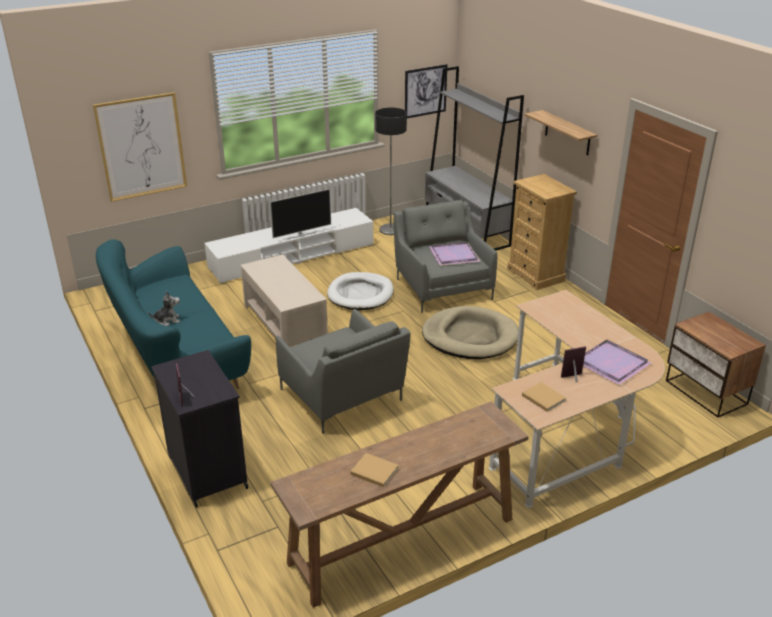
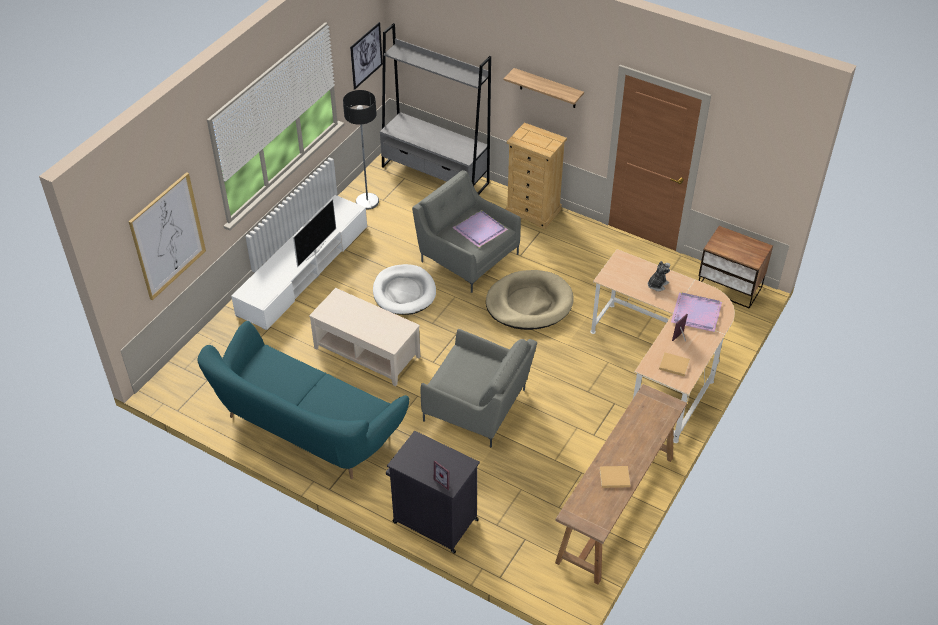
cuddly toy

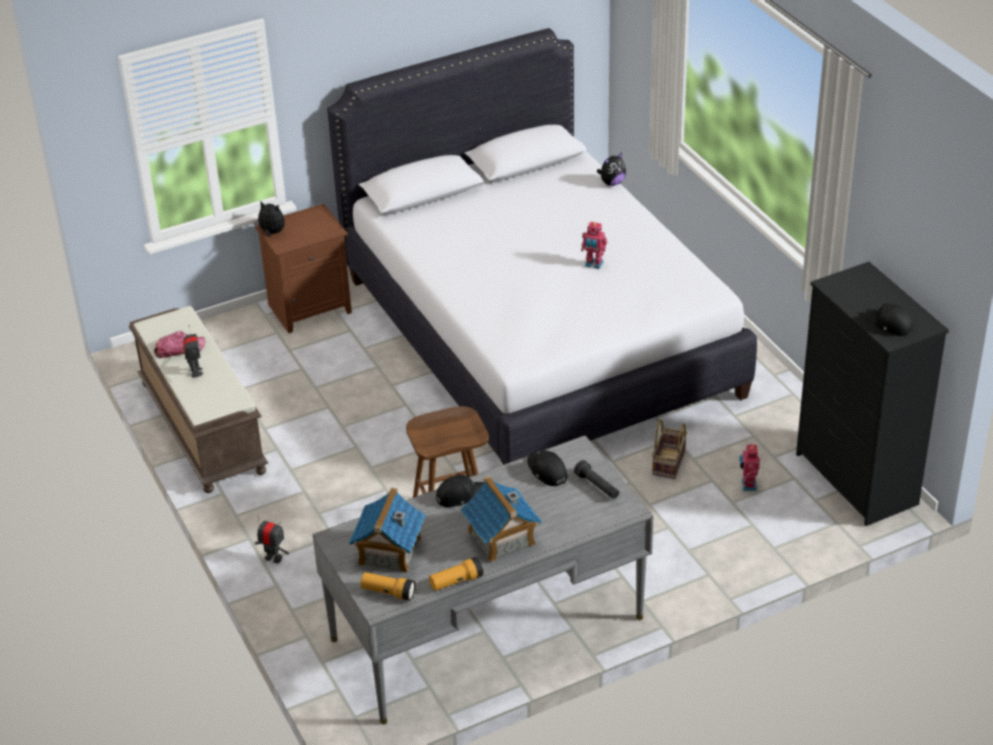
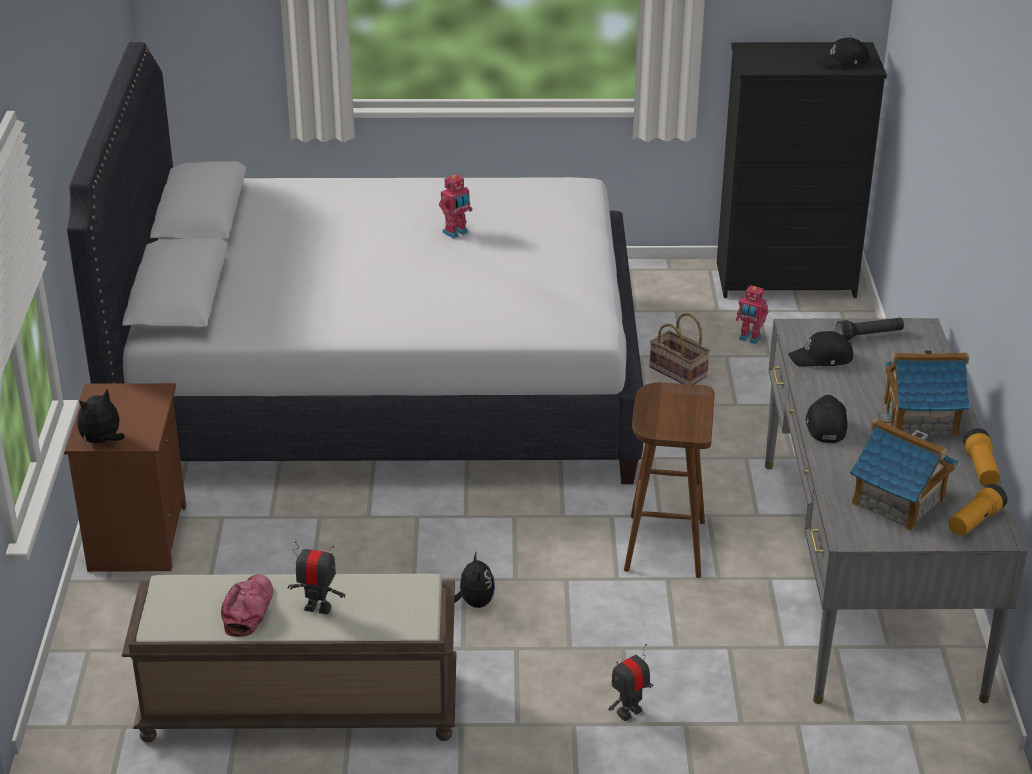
cuddly toy (no. 2 from left)

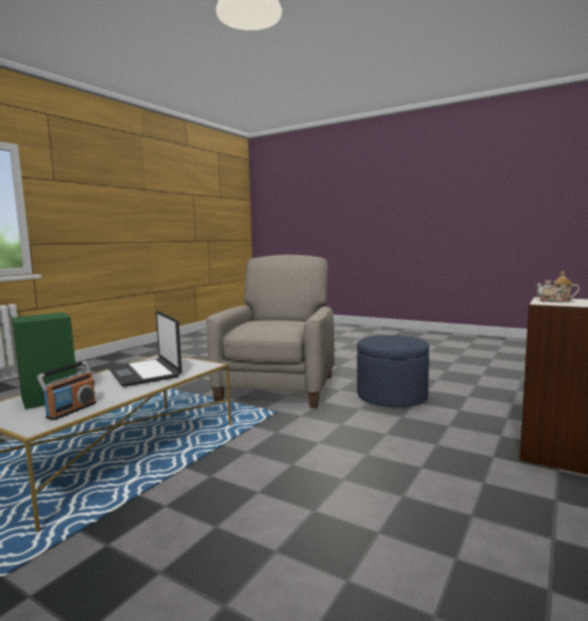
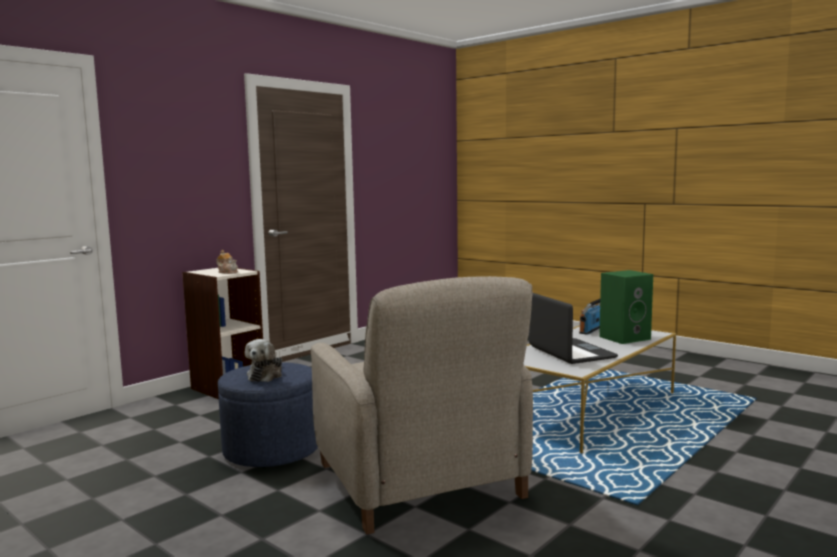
cuddly toy
sand-coloured easy chair

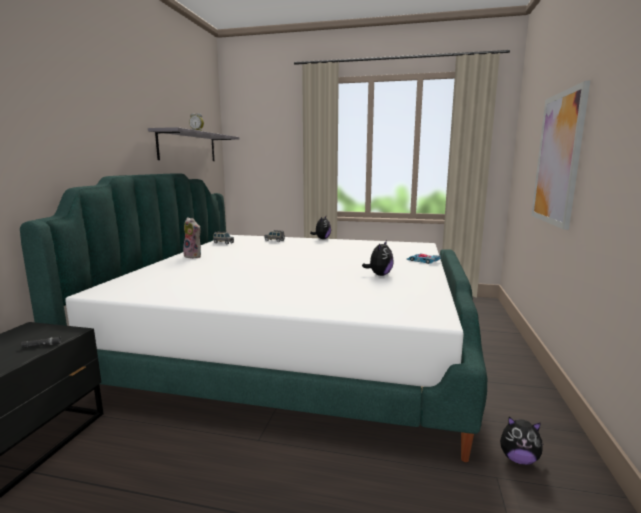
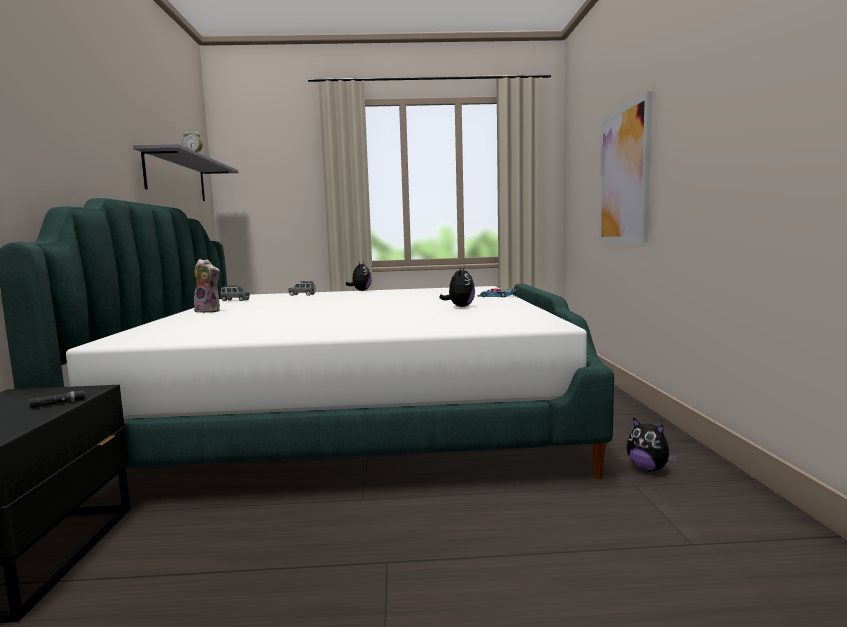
cuddly toy (no. 4 from left)

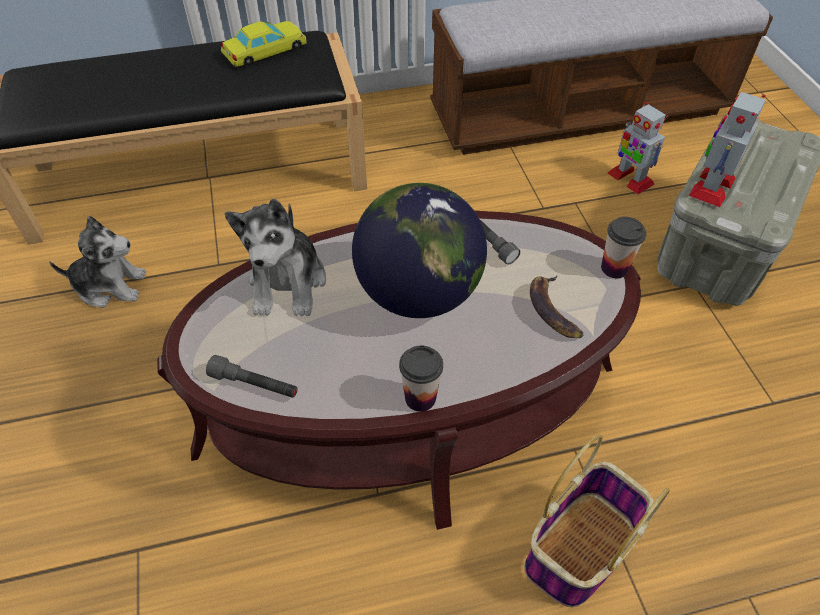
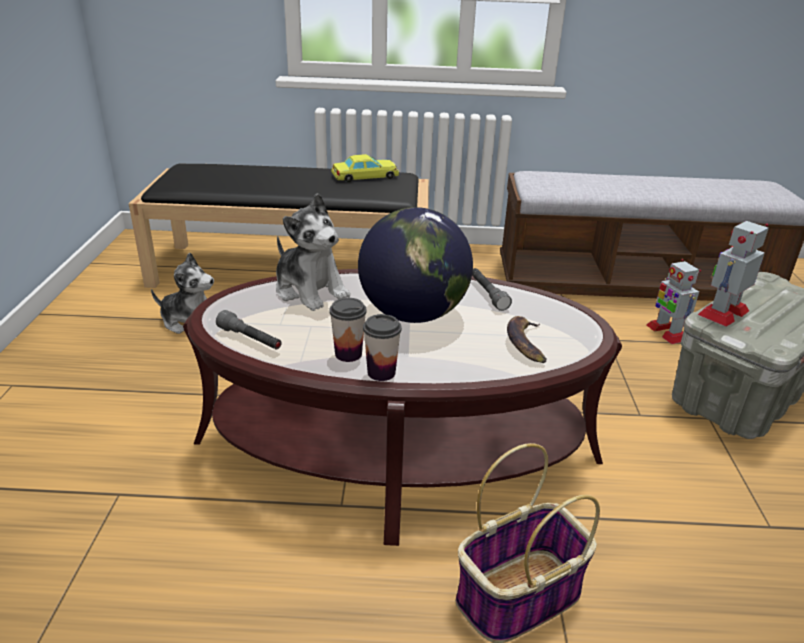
small cup (no. 1 from left)
cuddly toy (no. 2 from left)

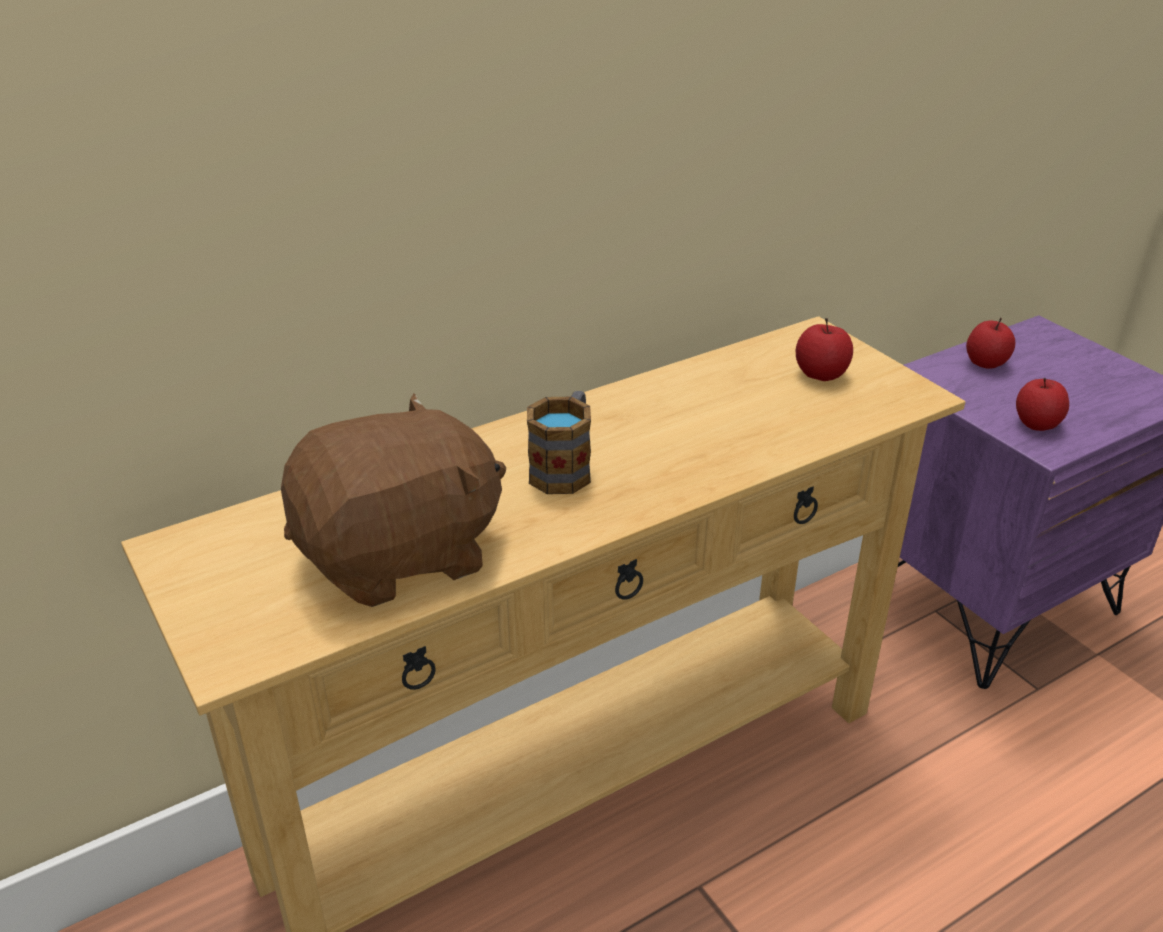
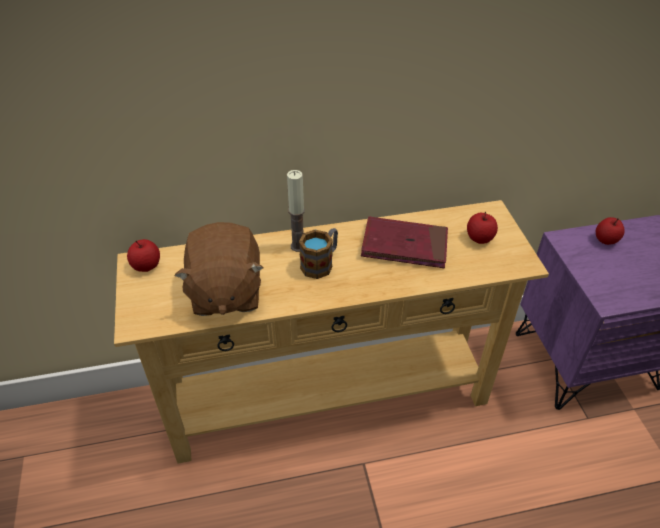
wax light
red volume
whole apple (no. 1 from left)
brown cuddly toy

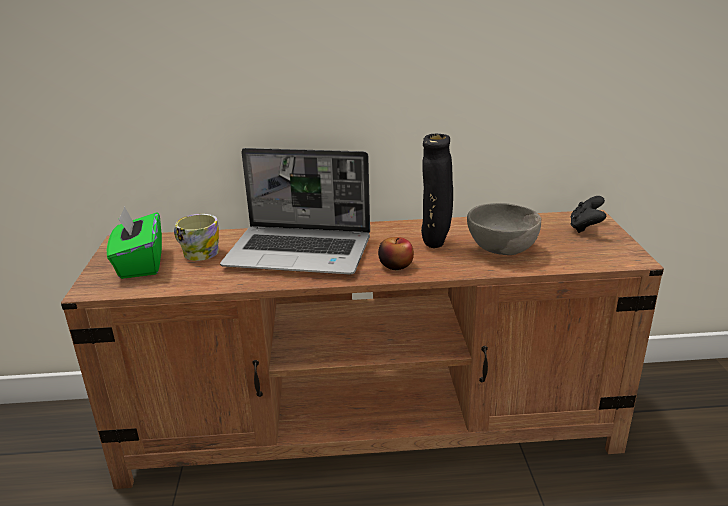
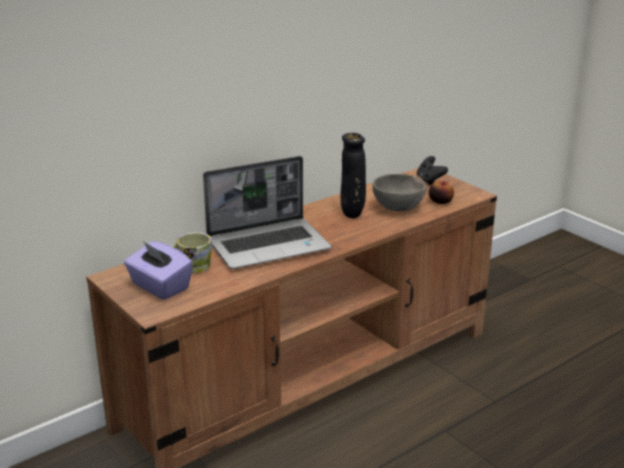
whole apple
purple tissue holder

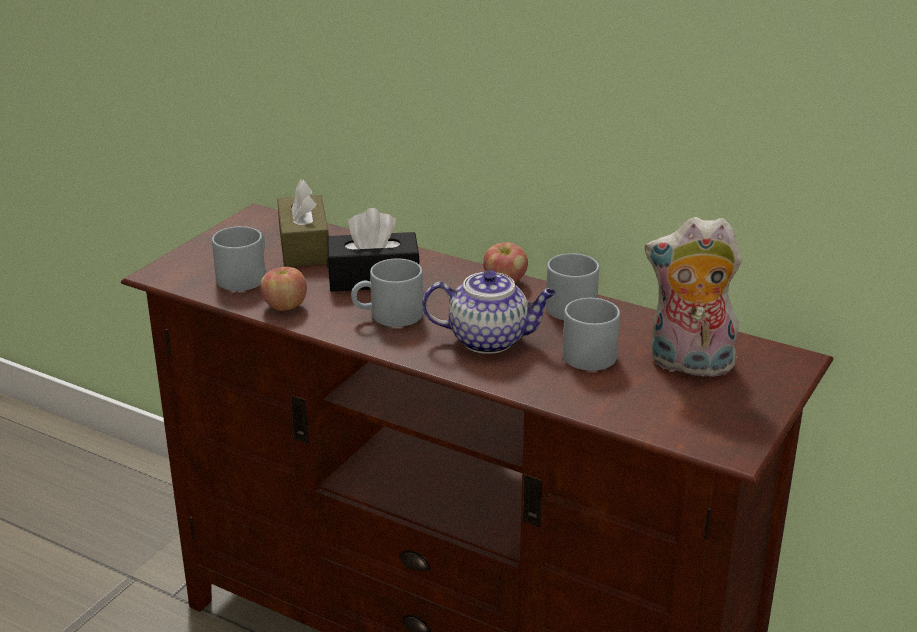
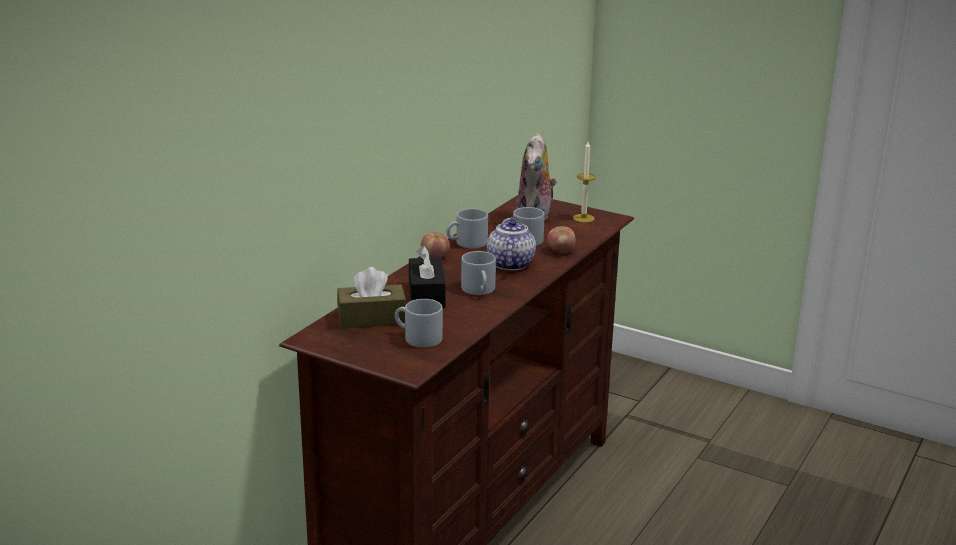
wax light
whole apple (no. 2 from left)

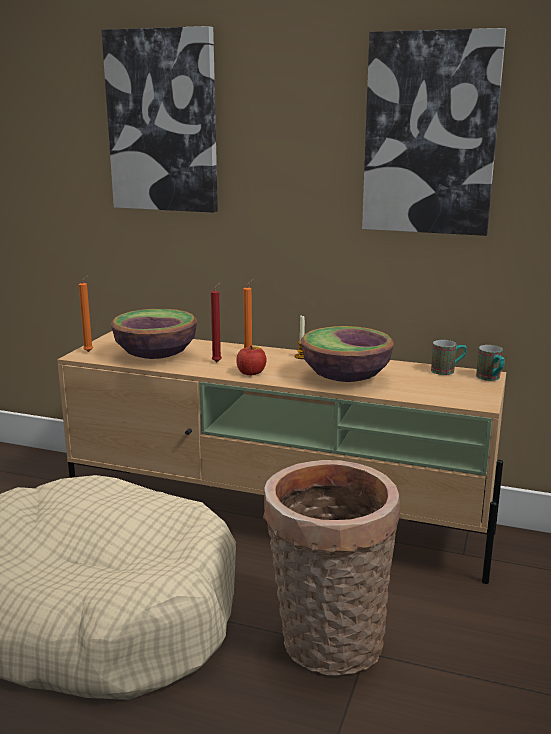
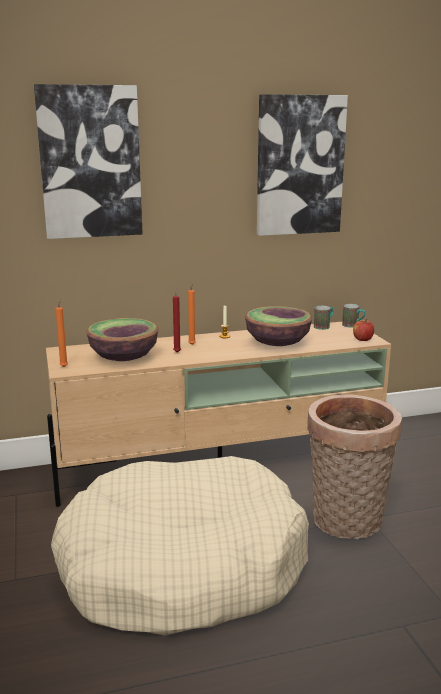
whole apple

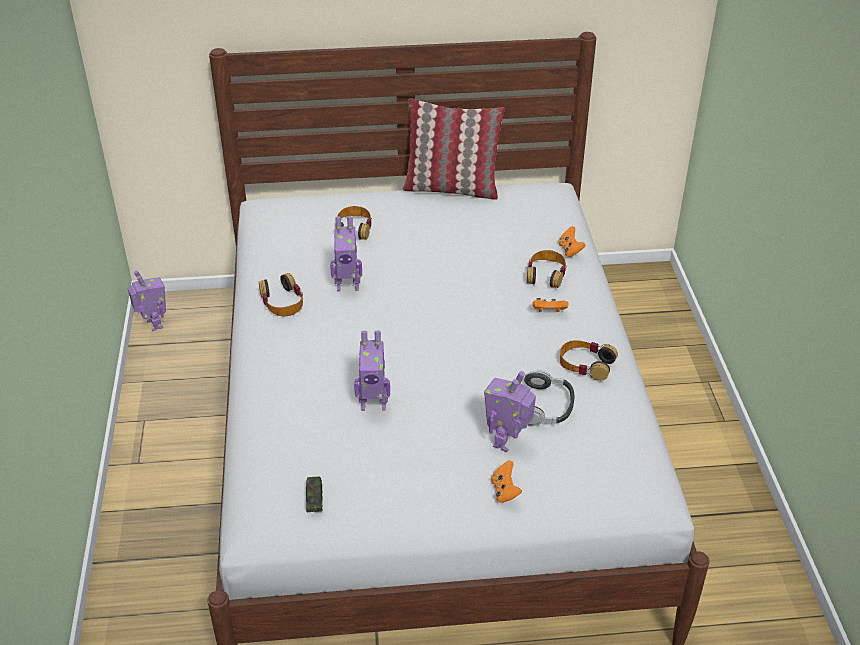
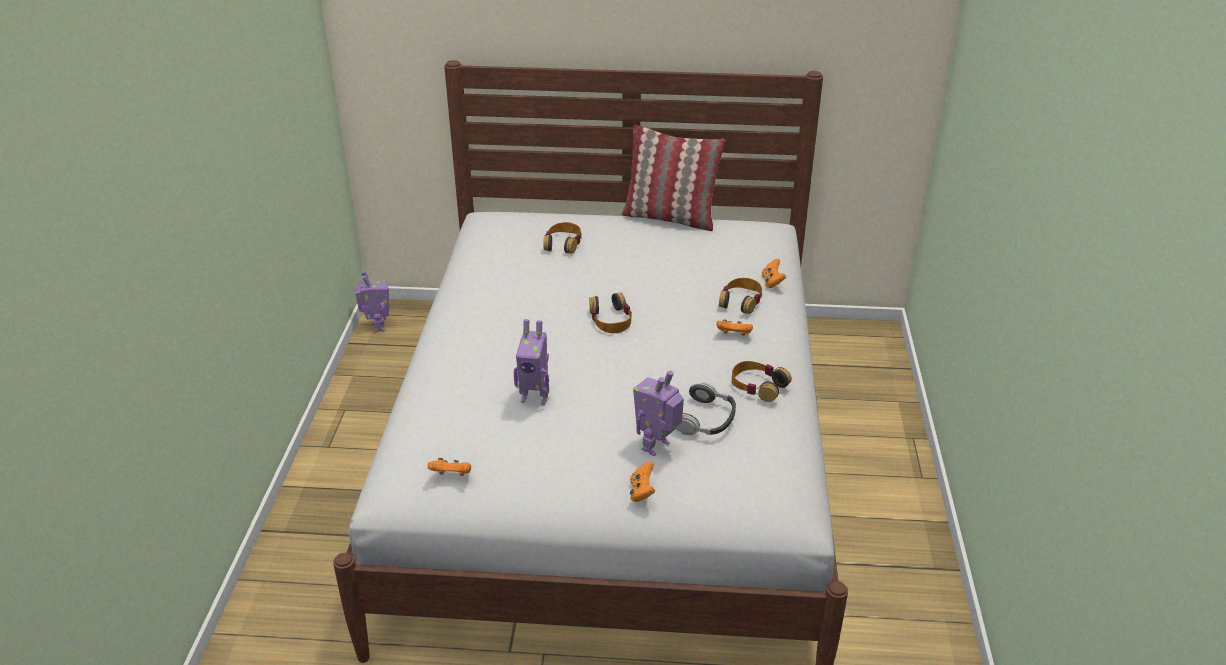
robot figure (no. 2 from left in the first image)
headset (no. 2 from left)
orange game controller (no. 1 from left)

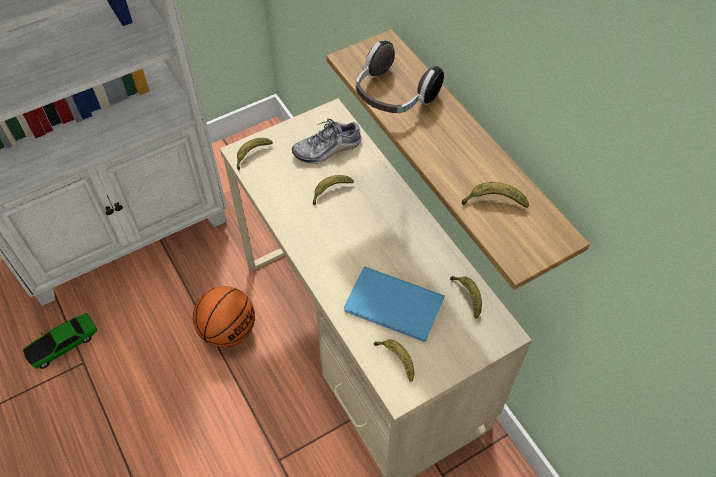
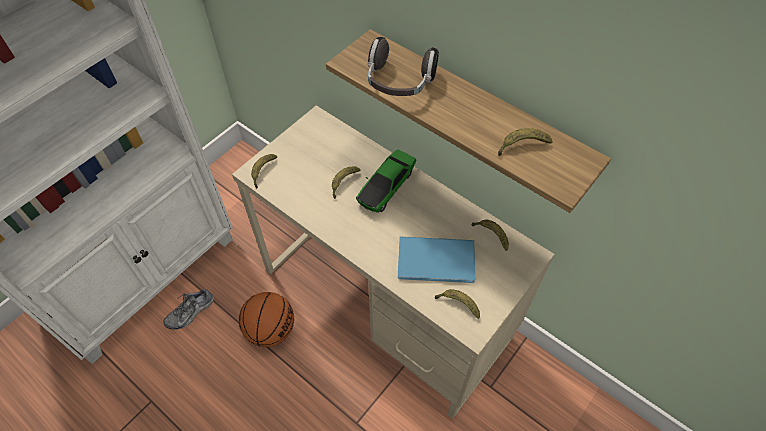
toy car
low shoe

